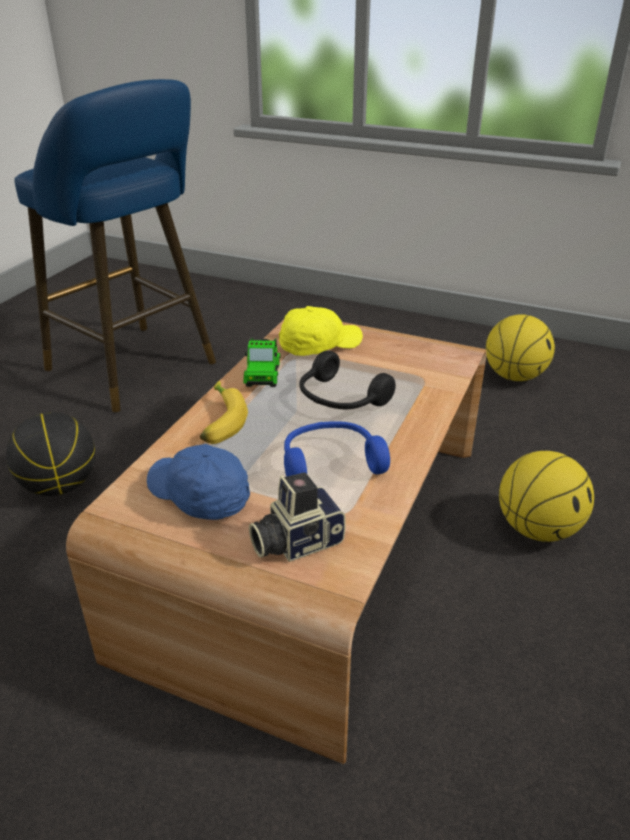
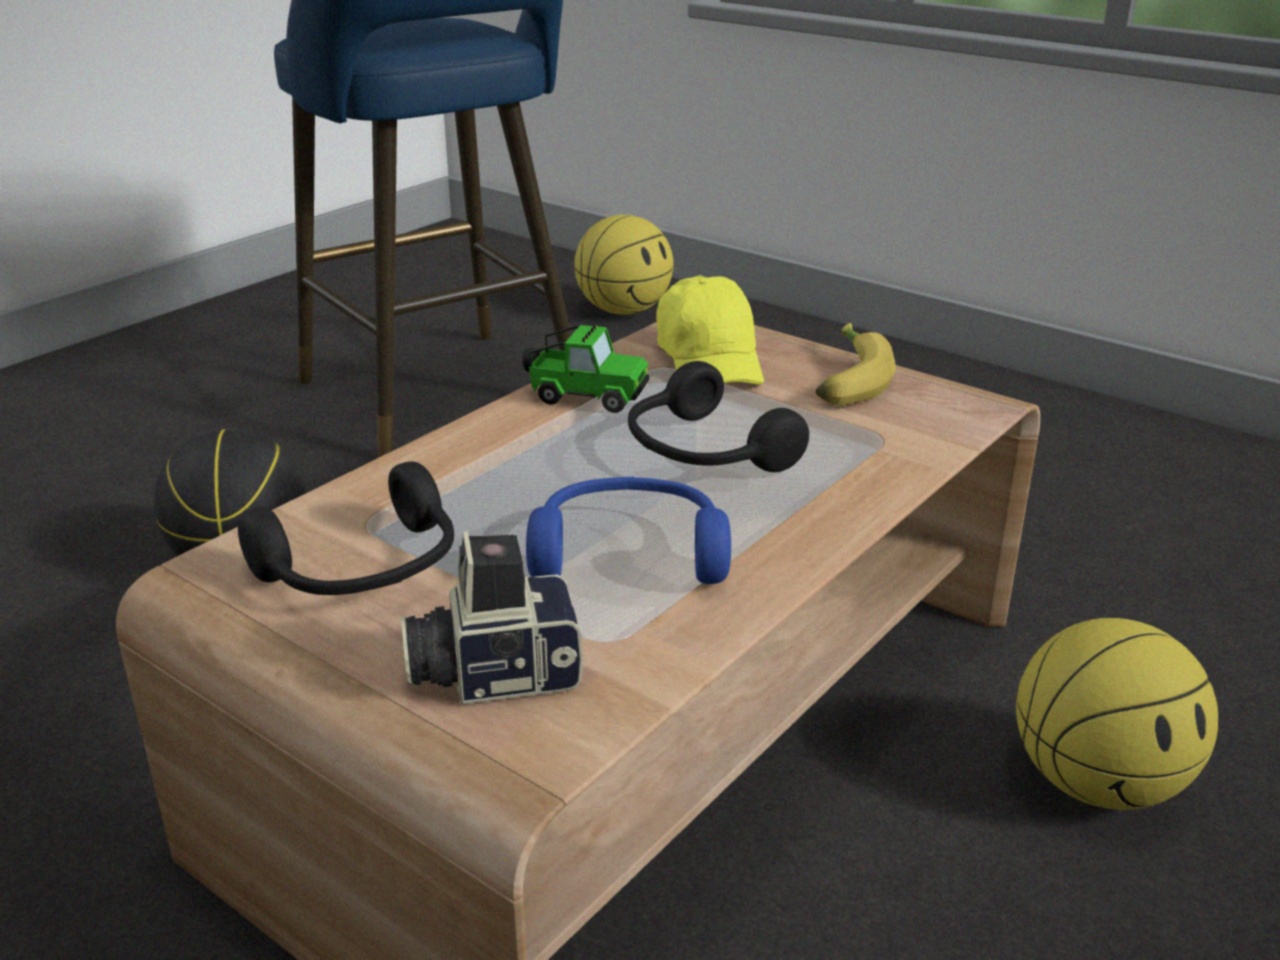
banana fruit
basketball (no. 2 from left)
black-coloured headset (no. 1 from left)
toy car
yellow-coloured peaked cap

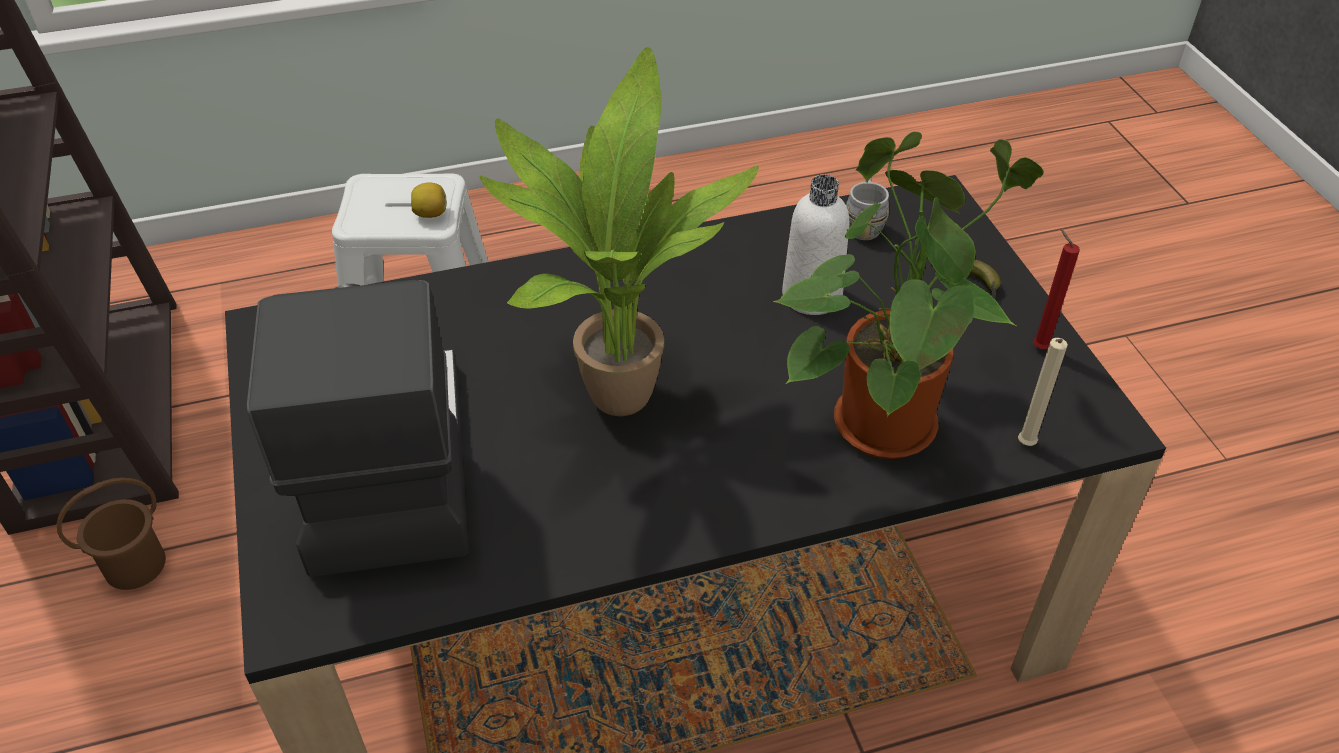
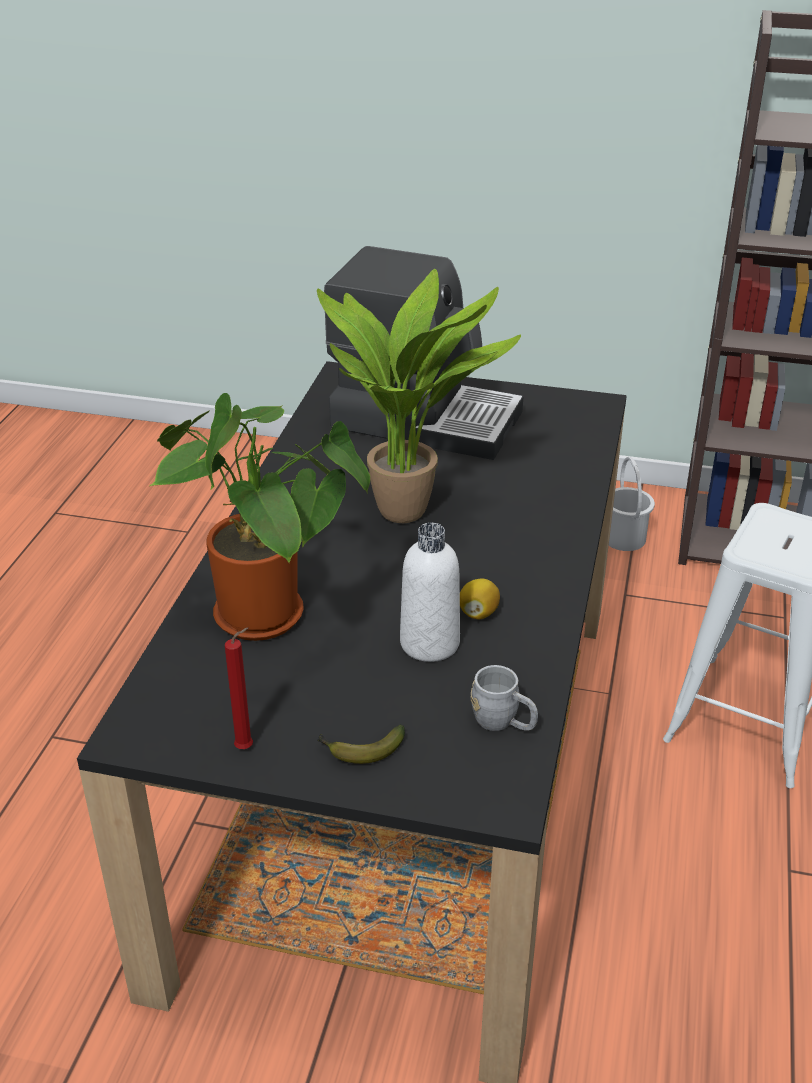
sand-coloured wax light
whole lemon
white-coloured pail

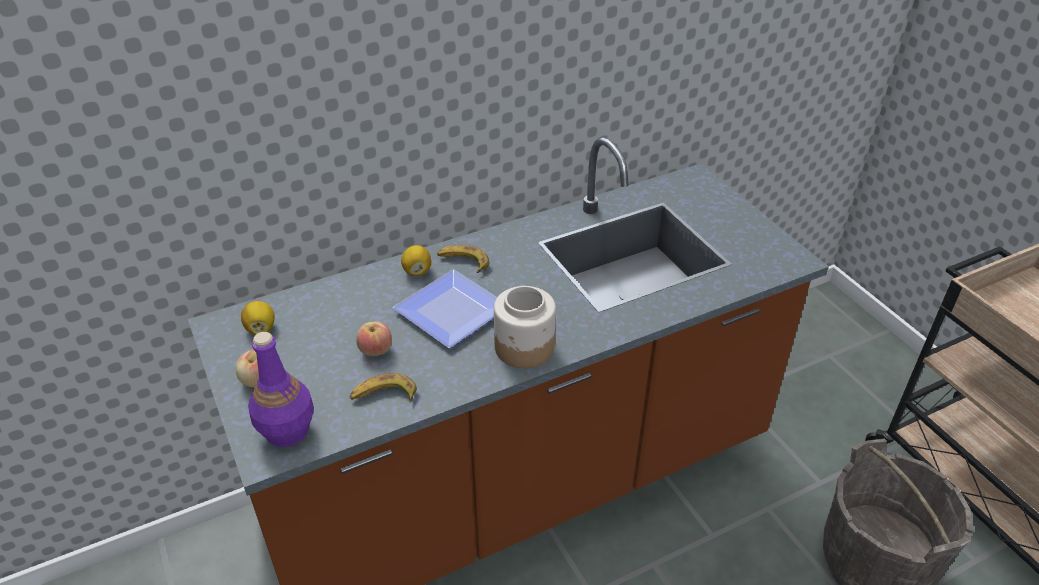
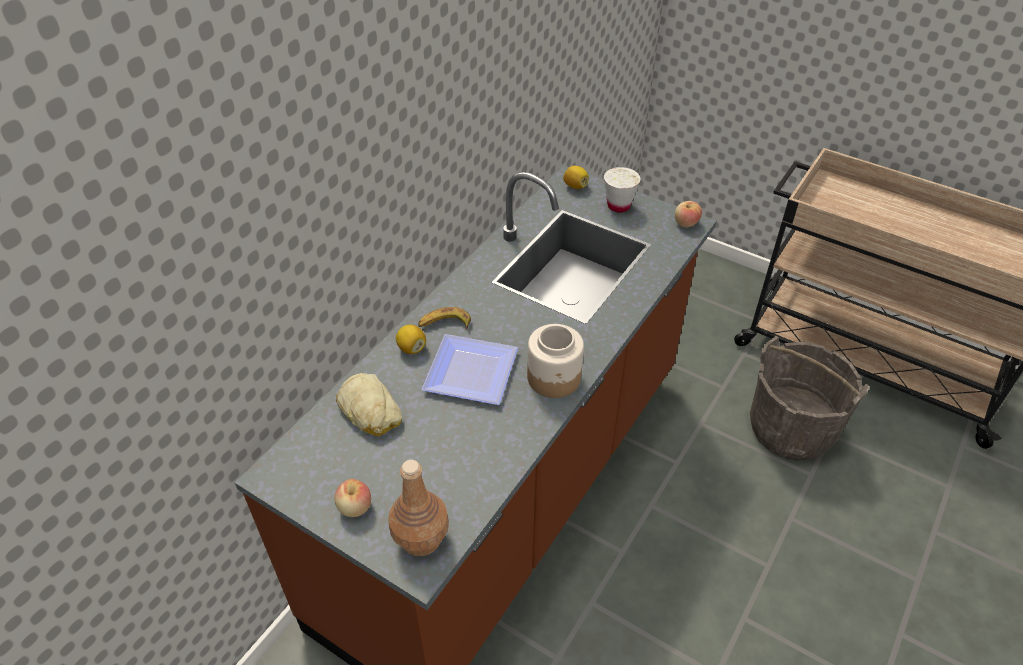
banana fruit (no. 1 from left in the first image)
bread
white-coloured small cup
whole lemon (no. 2 from left)
whole apple (no. 2 from left)
brown drink bottle

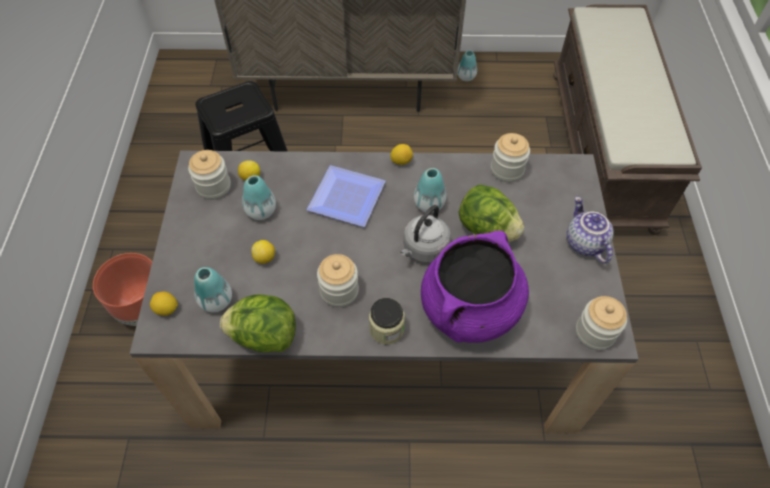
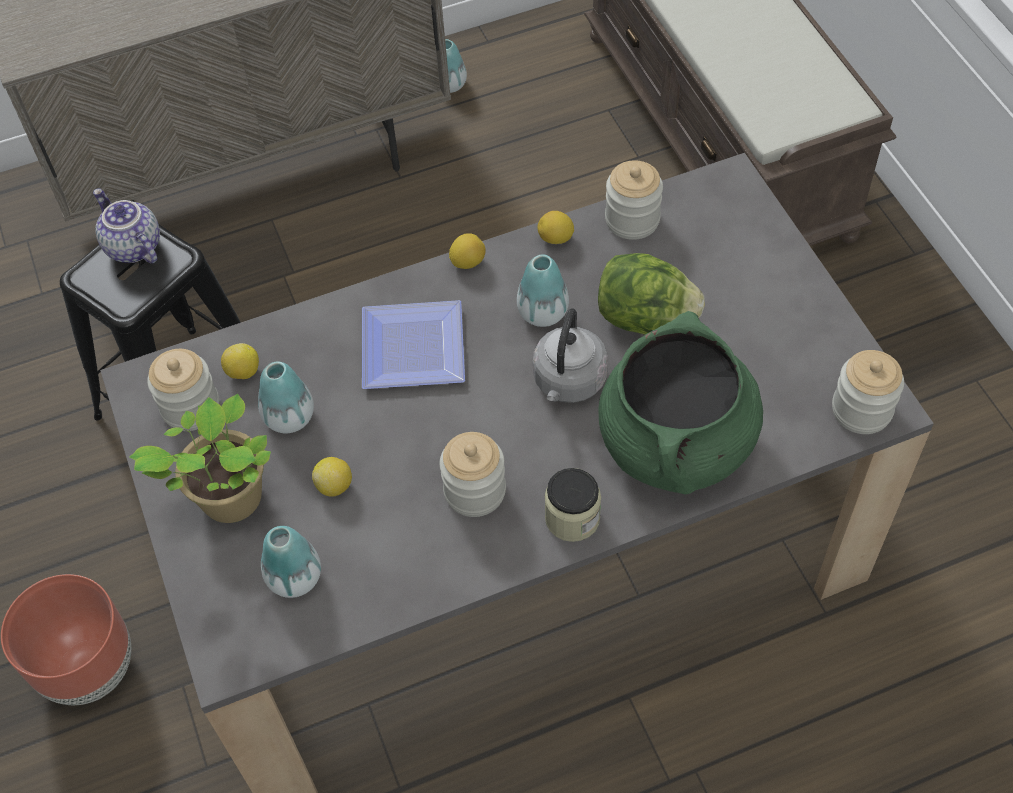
lettuce head (no. 1 from left in the first image)
potted plant
whole lemon (no. 4 from left)
tea pot
green-coloured stockpot

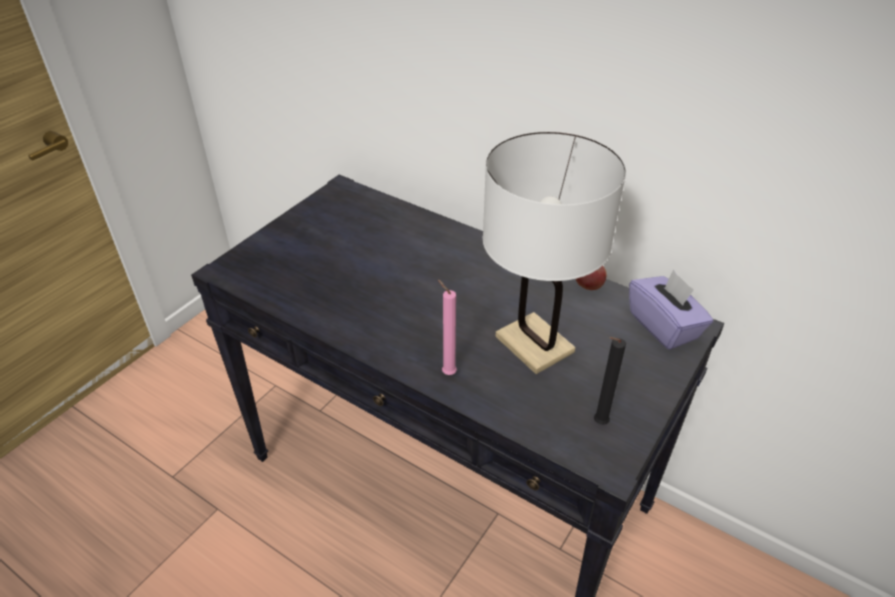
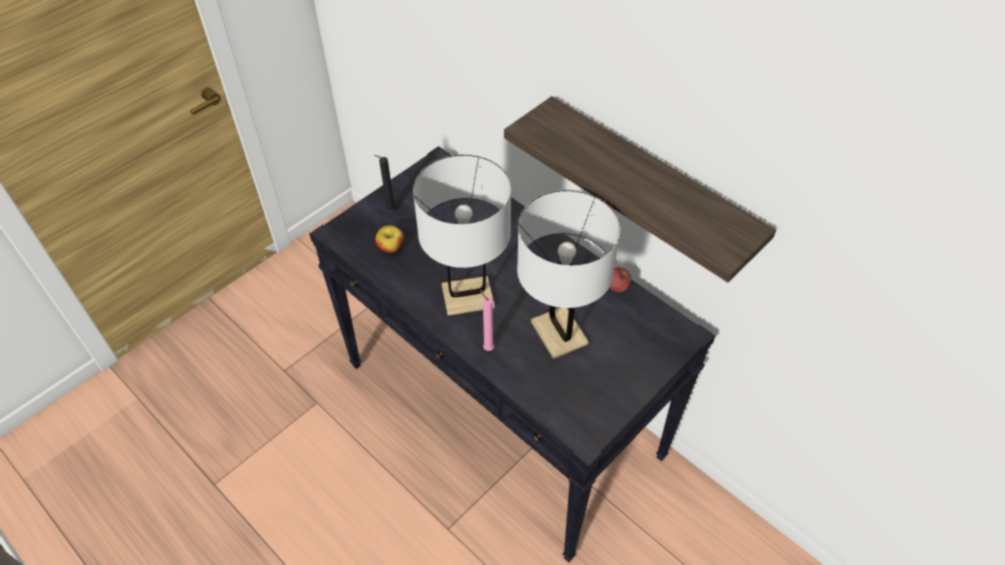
purple tissue holder
whole apple (no. 1 from left)
white-coloured lamp for a table (no. 1 from left)
bracket shelf
black-coloured wax light

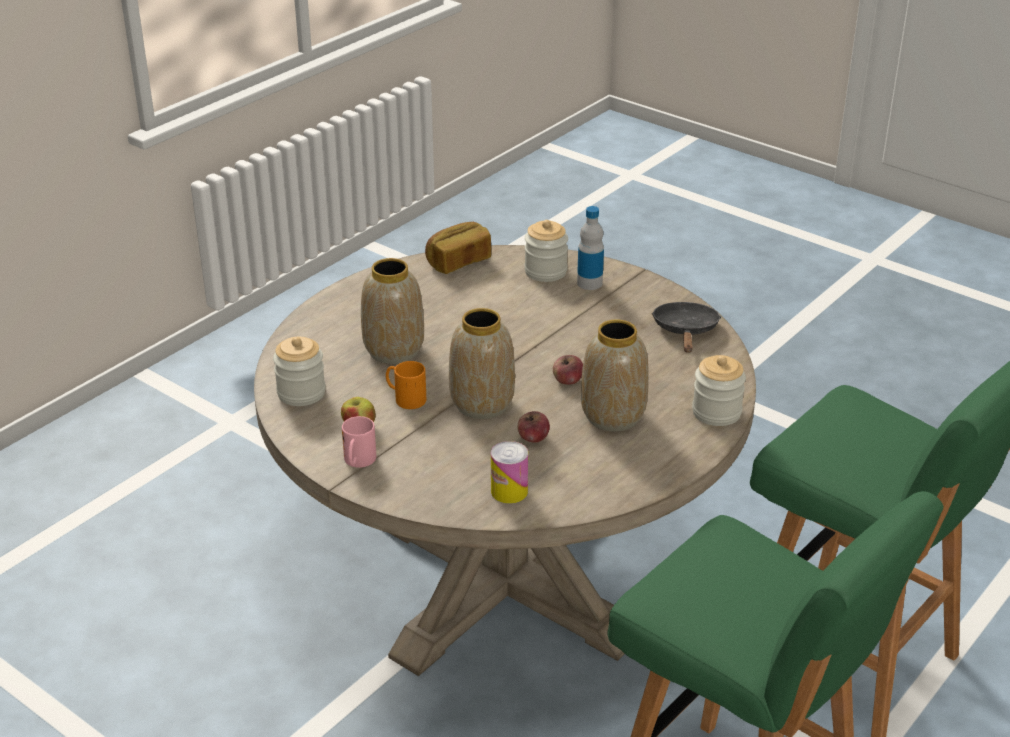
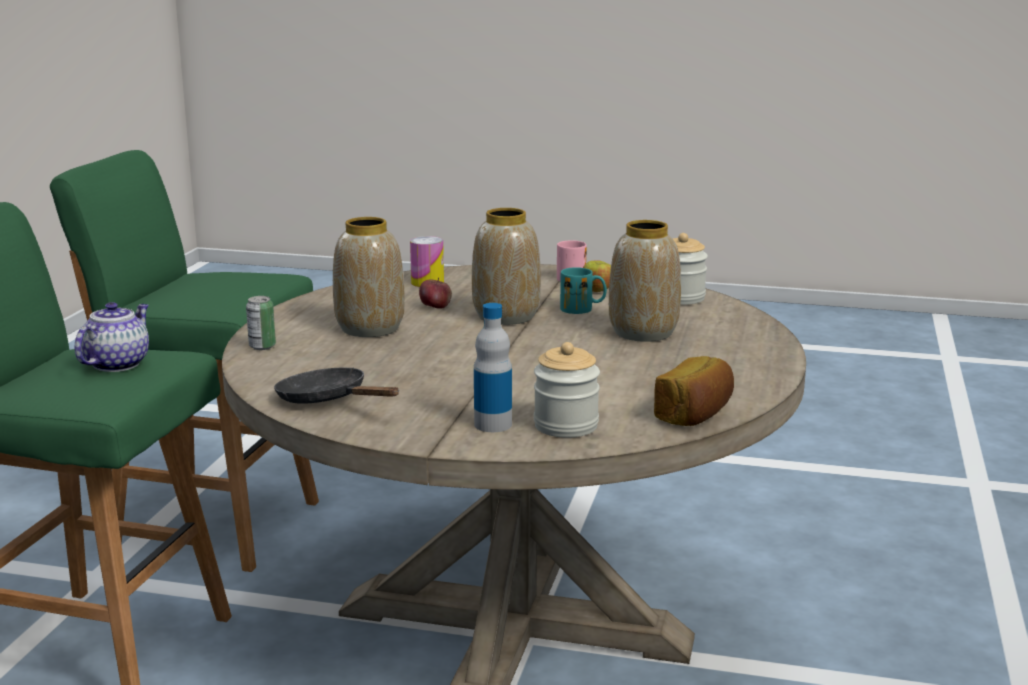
whole apple (no. 3 from left in the first image)
tea pot
sealed can (no. 1 from left)
turquoise-coloured tea mug
black-coloured skillet

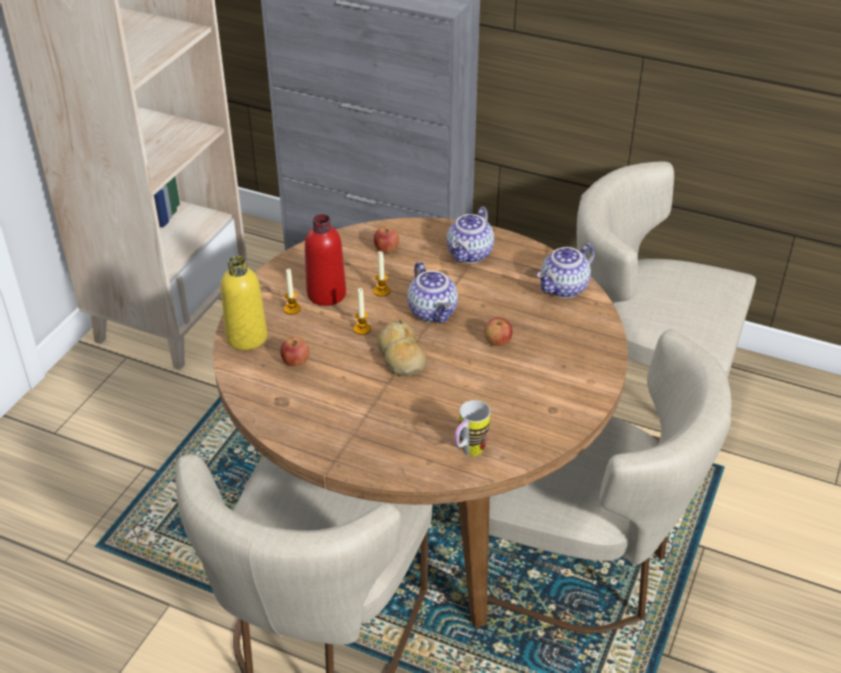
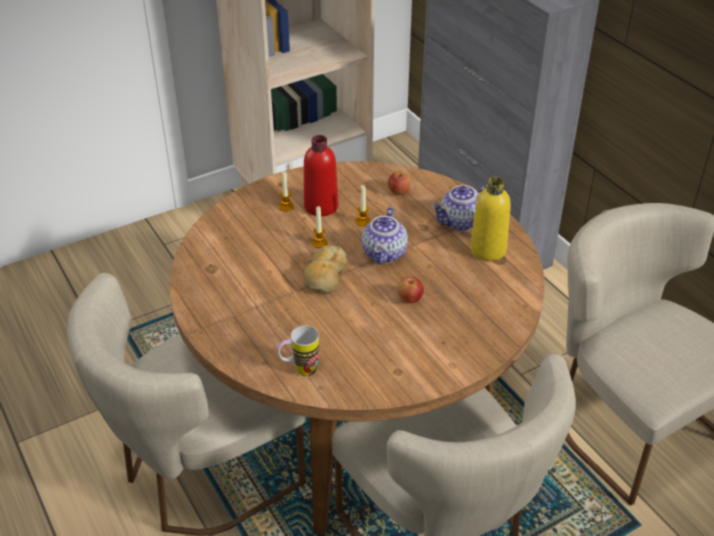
whole apple (no. 1 from left in the first image)
tea pot (no. 3 from left in the first image)
yellow-coloured drink bottle

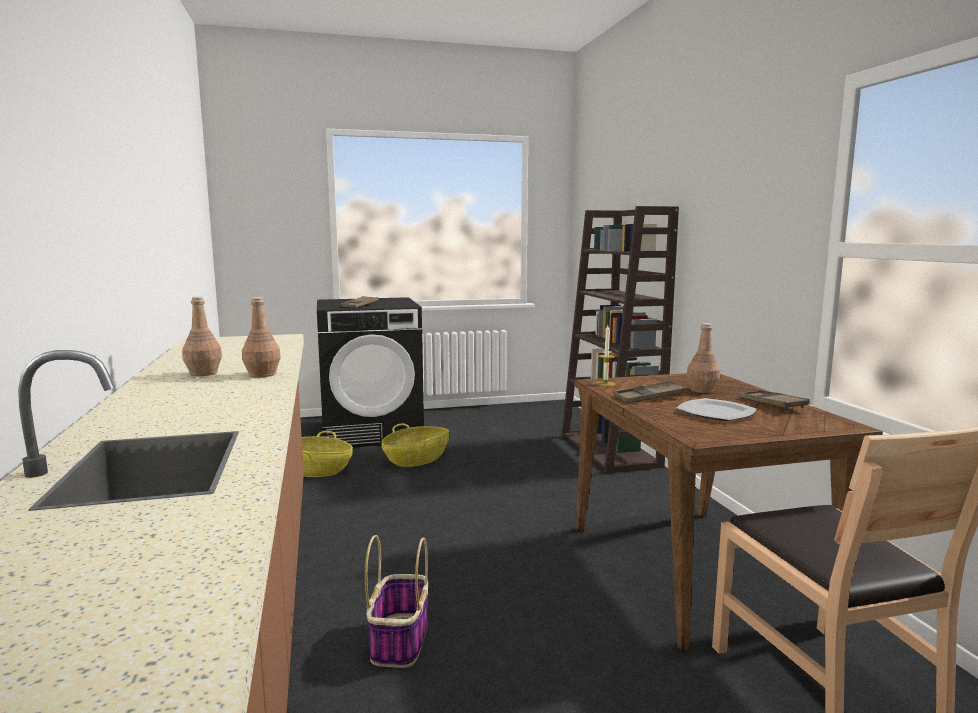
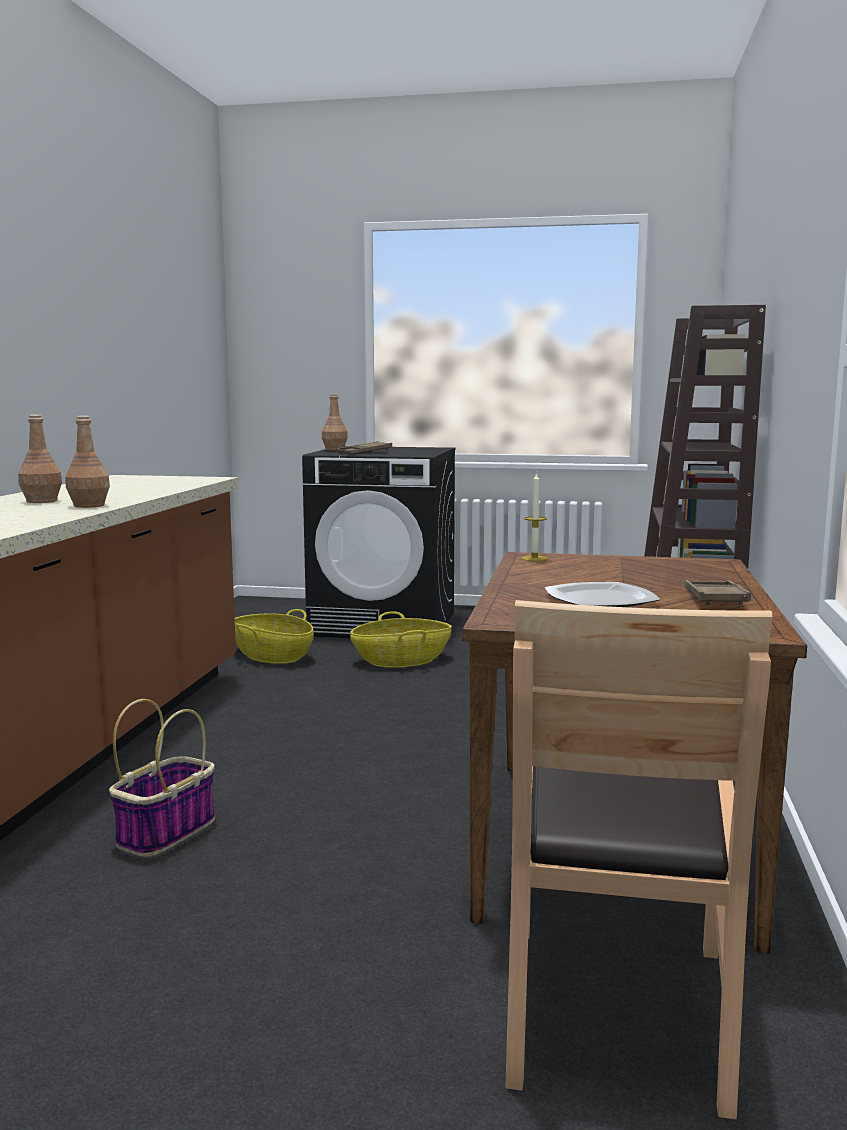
brown serving tray (no. 2 from left in the first image)
brown drink bottle (no. 3 from left)

